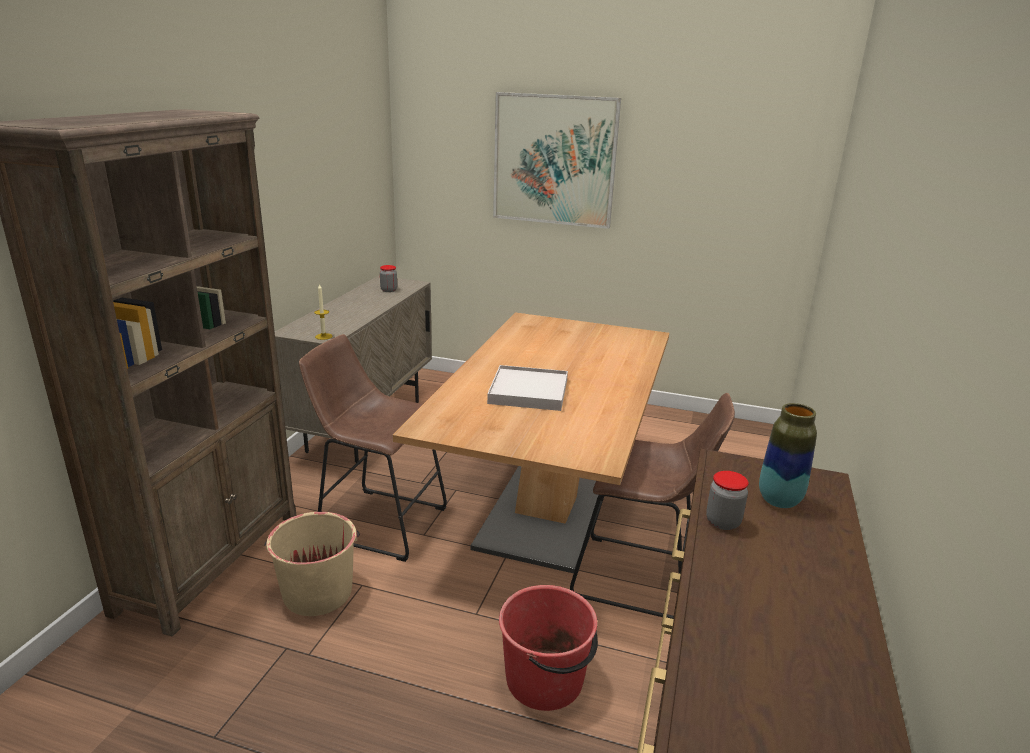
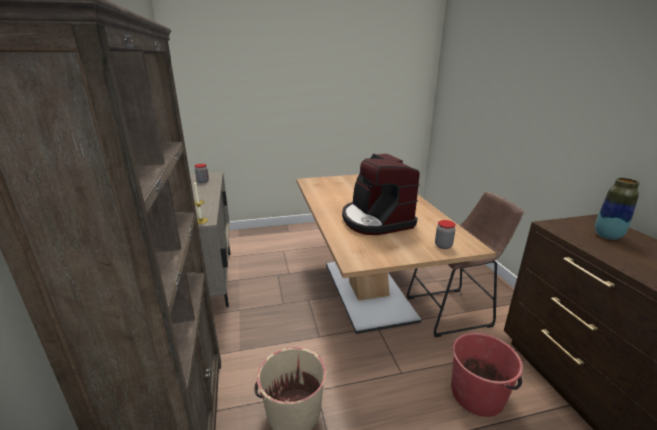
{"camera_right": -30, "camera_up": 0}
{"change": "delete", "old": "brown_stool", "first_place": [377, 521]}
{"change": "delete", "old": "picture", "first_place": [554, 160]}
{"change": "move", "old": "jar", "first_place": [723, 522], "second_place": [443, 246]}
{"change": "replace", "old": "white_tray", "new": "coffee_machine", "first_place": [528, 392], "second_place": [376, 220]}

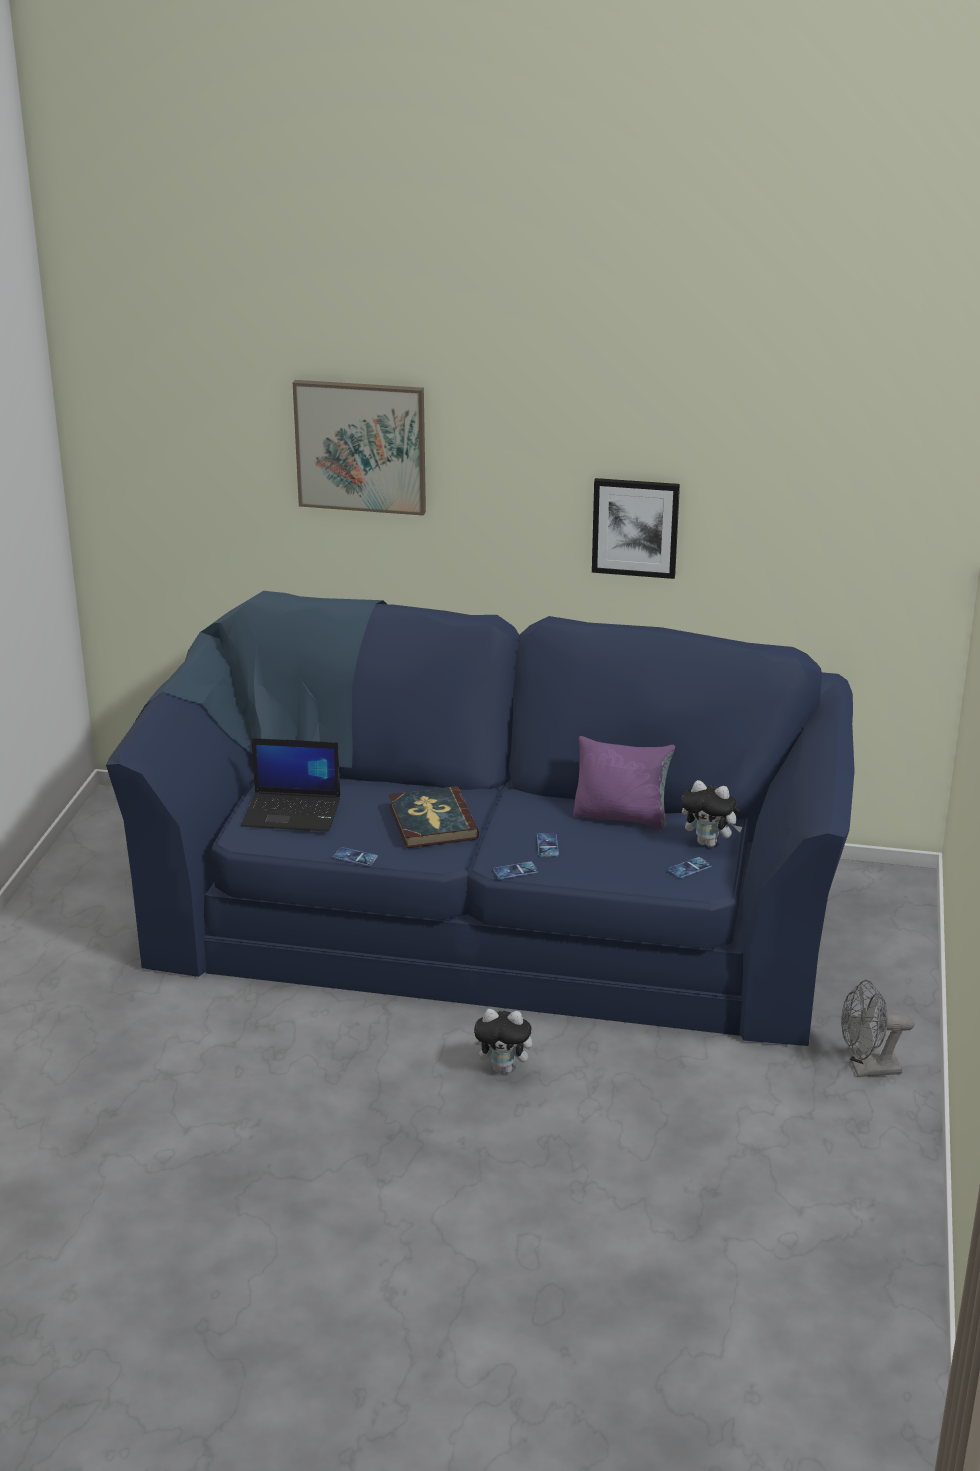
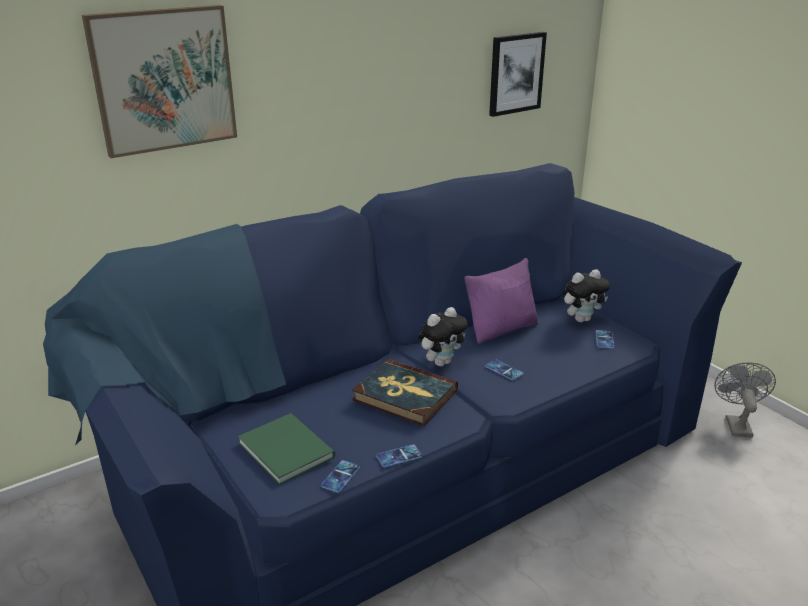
{"camera_right": -45, "camera_up": 0}
{"change": "move", "old": "plush_toy", "first_place": [505, 1068], "second_place": [441, 362]}
{"change": "move", "old": "phone", "first_place": [515, 871], "second_place": [340, 476]}
{"change": "move", "old": "picture", "first_place": [635, 527], "second_place": [516, 73]}
{"change": "replace", "old": "laptop", "new": "green_book", "first_place": [293, 812], "second_place": [286, 447]}
{"change": "rotate", "old": "grey_fan", "first_place": [867, 1069], "second_place": [736, 424], "degrees": 150}

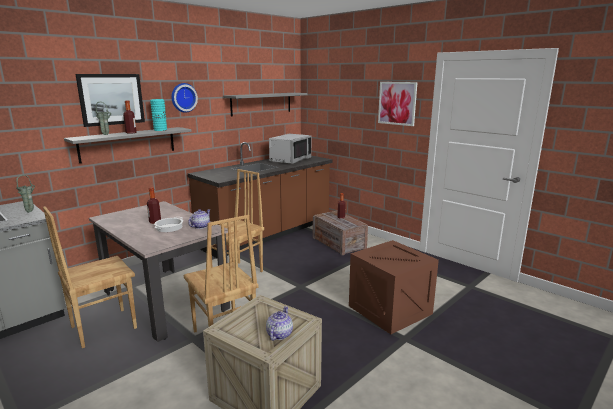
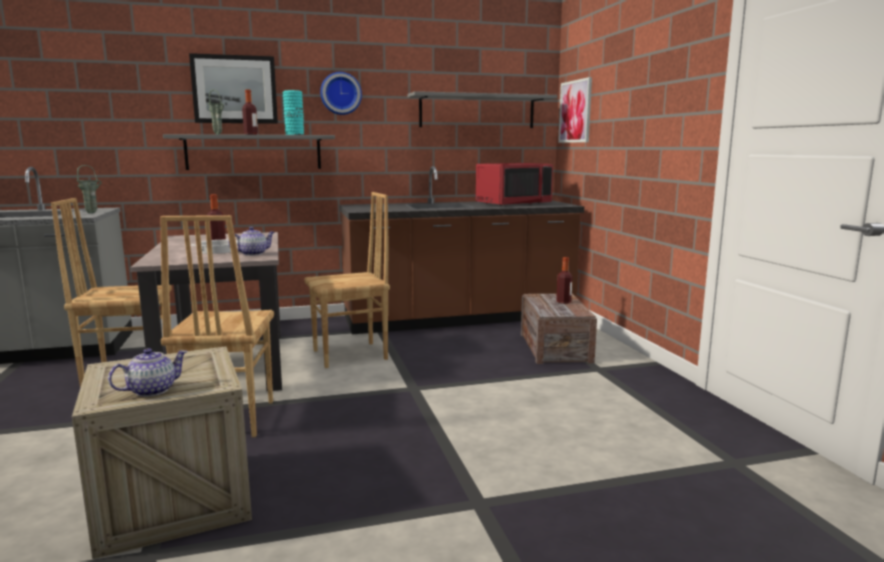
{"camera_right": 30, "camera_up": -5}
{"change": "delete", "old": "crate", "first_place": [390, 310]}
{"change": "move", "old": "picture", "first_place": [397, 103], "second_place": [575, 111]}
{"change": "recolor", "old": "grey_microwave", "new": "red_microwave", "first_place": [290, 160], "second_place": [512, 203]}

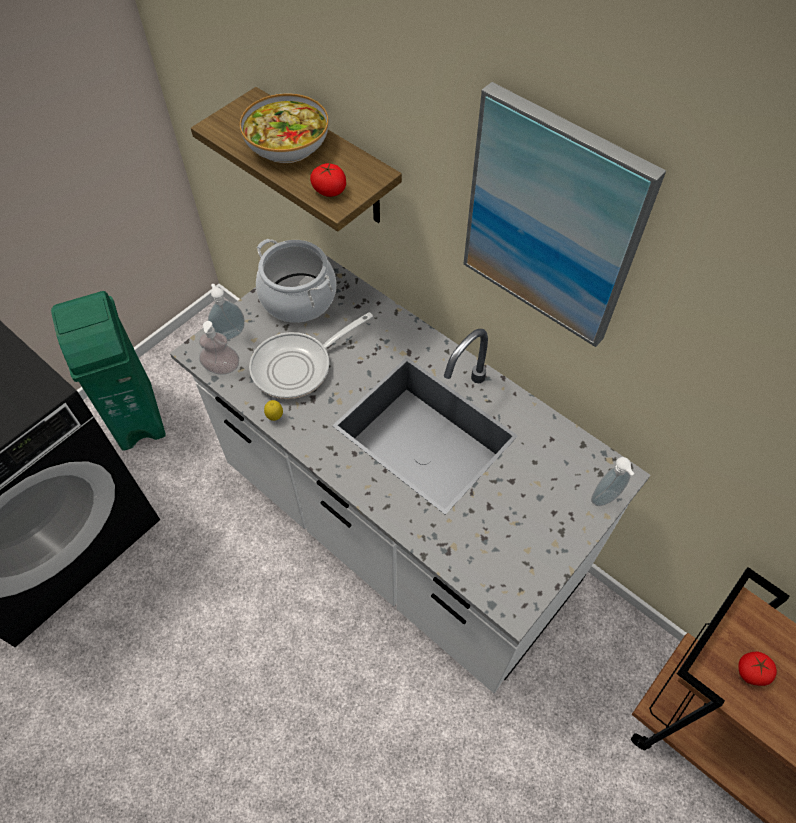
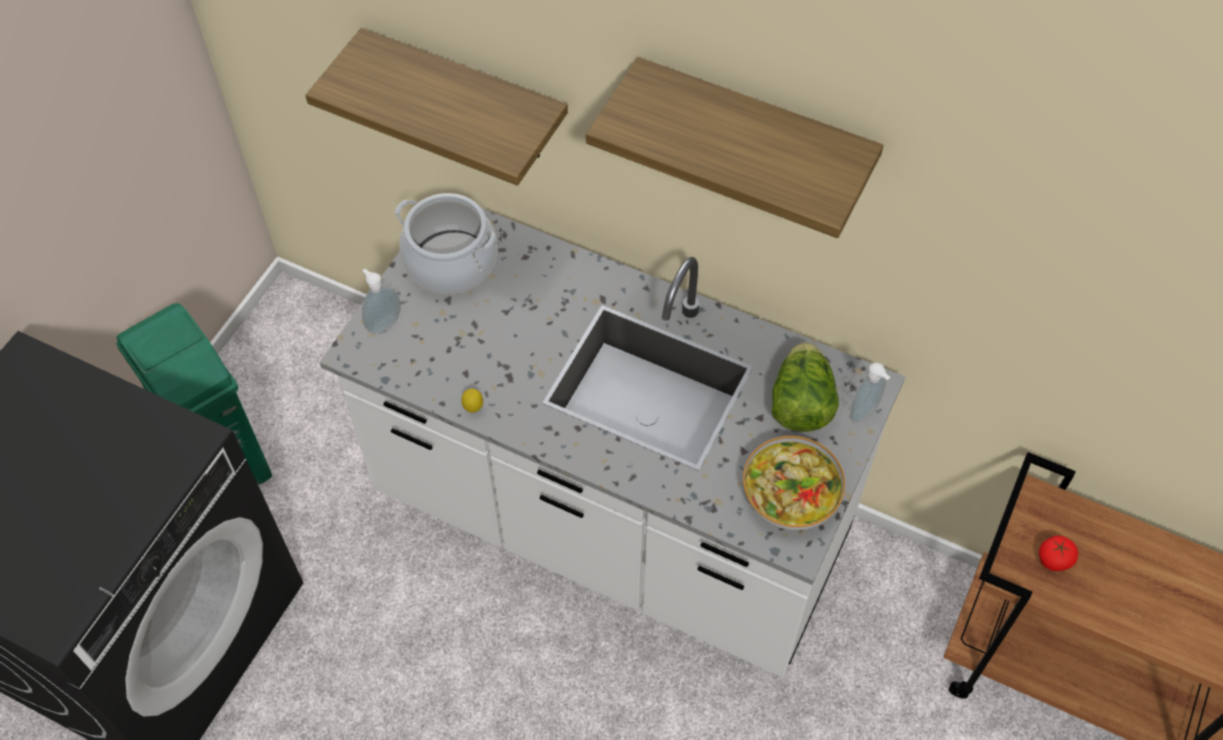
{"camera_right": -15, "camera_up": 0}
{"change": "delete", "old": "soap_dispenser", "first_place": [222, 367]}
{"change": "delete", "old": "frying_pan", "first_place": [298, 367]}
{"change": "delete", "old": "tomato", "first_place": [329, 190]}
{"change": "insert", "new": "lettuce", "second_place": [800, 403]}
{"change": "move", "old": "bowl", "first_place": [287, 144], "second_place": [790, 495]}
{"change": "replace", "old": "picture", "new": "shelf", "first_place": [552, 221], "second_place": [753, 135]}

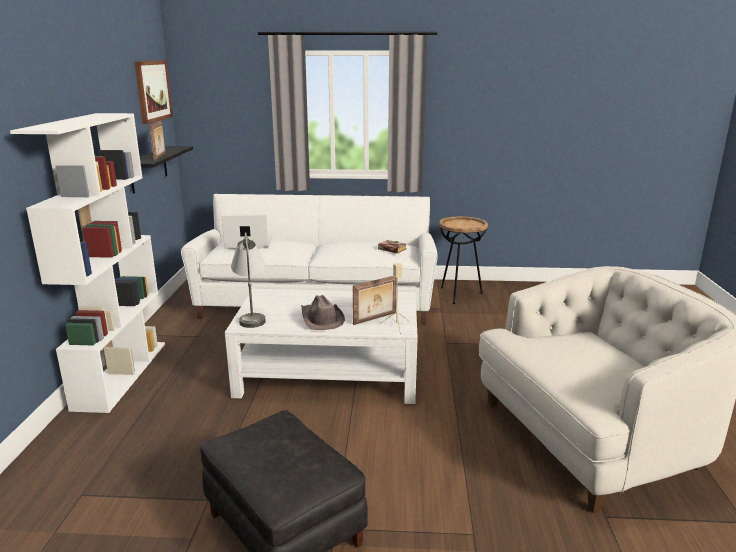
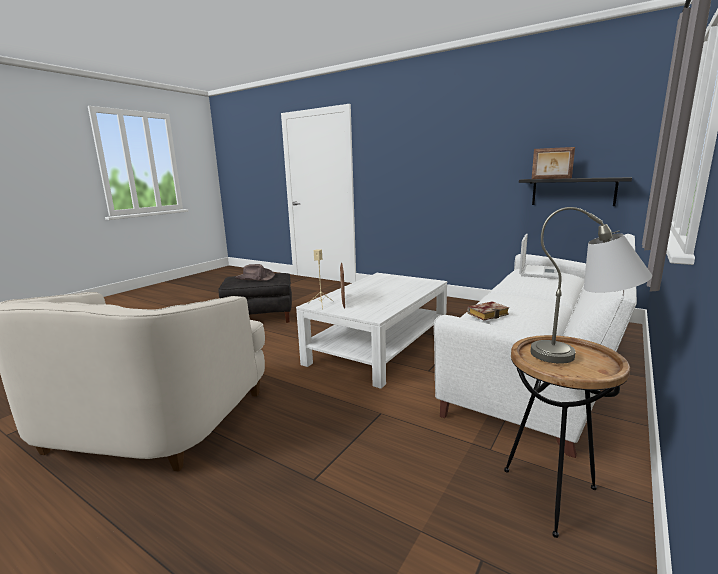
{"camera_right": 120, "camera_up": -5}
{"change": "delete", "old": "white_bookcase", "first_place": [121, 374]}
{"change": "delete", "old": "picture", "first_place": [153, 91]}
{"change": "move", "old": "grey_table_lamp", "first_place": [252, 314], "second_place": [583, 357]}
{"change": "move", "old": "brown_hat", "first_place": [321, 319], "second_place": [254, 278]}

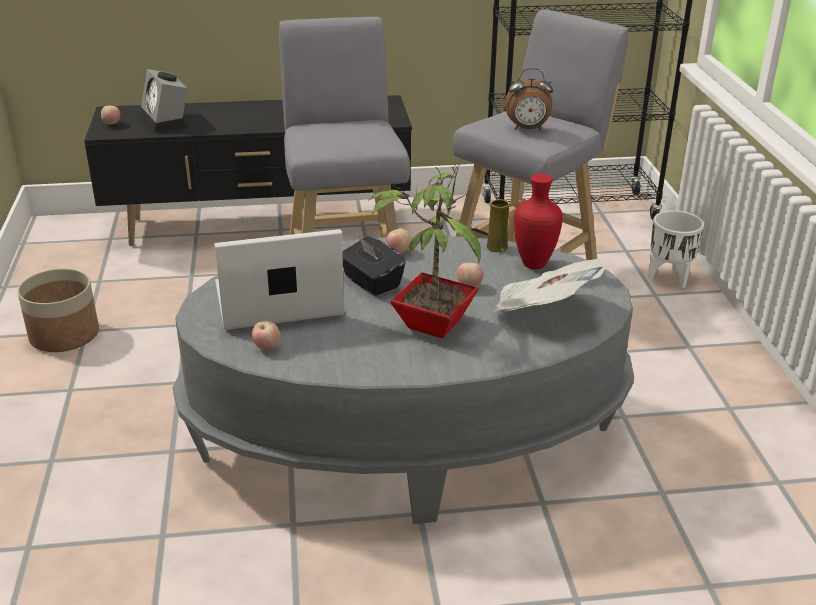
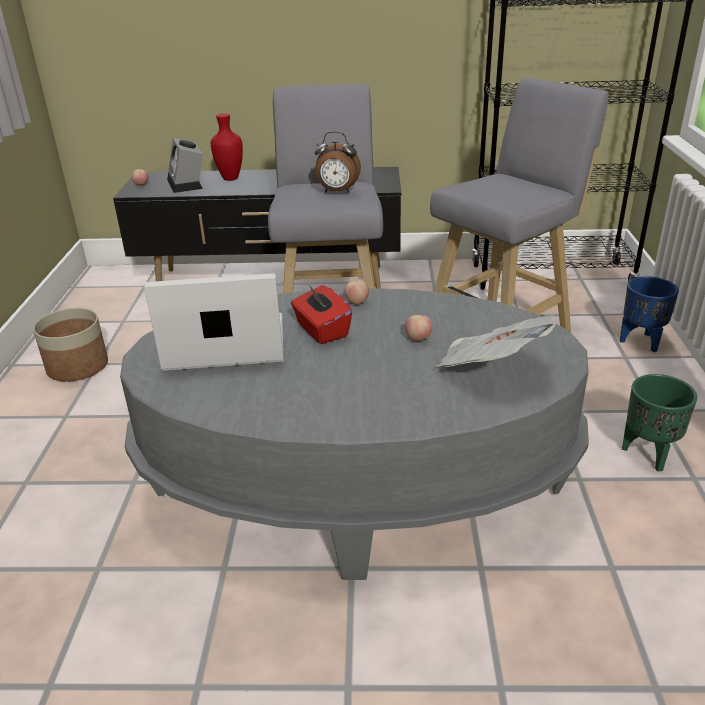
{"camera_right": 10, "camera_up": 0}
{"change": "delete", "old": "apple", "first_place": [267, 348]}
{"change": "delete", "old": "potted_plant", "first_place": [430, 324]}
{"change": "delete", "old": "yellow_vase", "first_place": [497, 247]}
{"change": "insert", "new": "green_planter", "second_place": [649, 454]}
{"change": "move", "old": "alarm_clock", "first_place": [527, 129], "second_place": [337, 192]}
{"change": "move", "old": "red_vase", "first_place": [532, 264], "second_place": [230, 178]}
{"change": "recolor", "old": "black_tissue_box", "new": "red_tissue_box", "first_place": [371, 282], "second_place": [321, 331]}
{"change": "recolor", "old": "white_planter", "new": "blue_planter", "first_place": [669, 278], "second_place": [641, 342]}

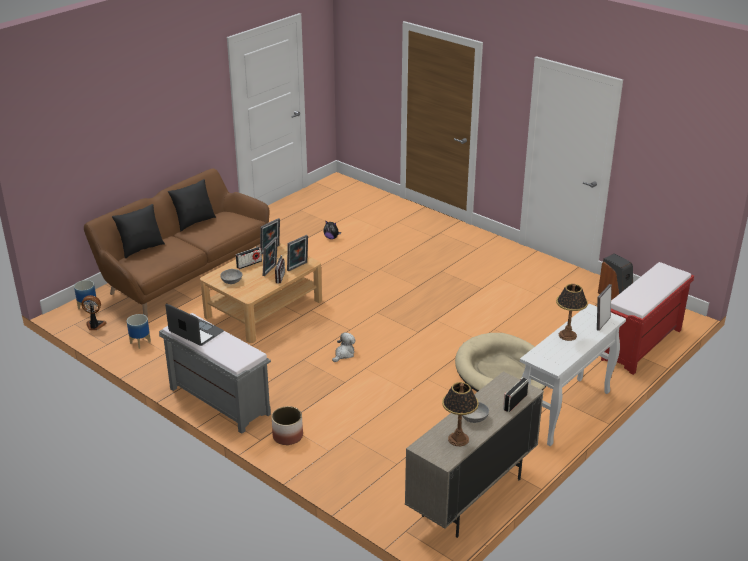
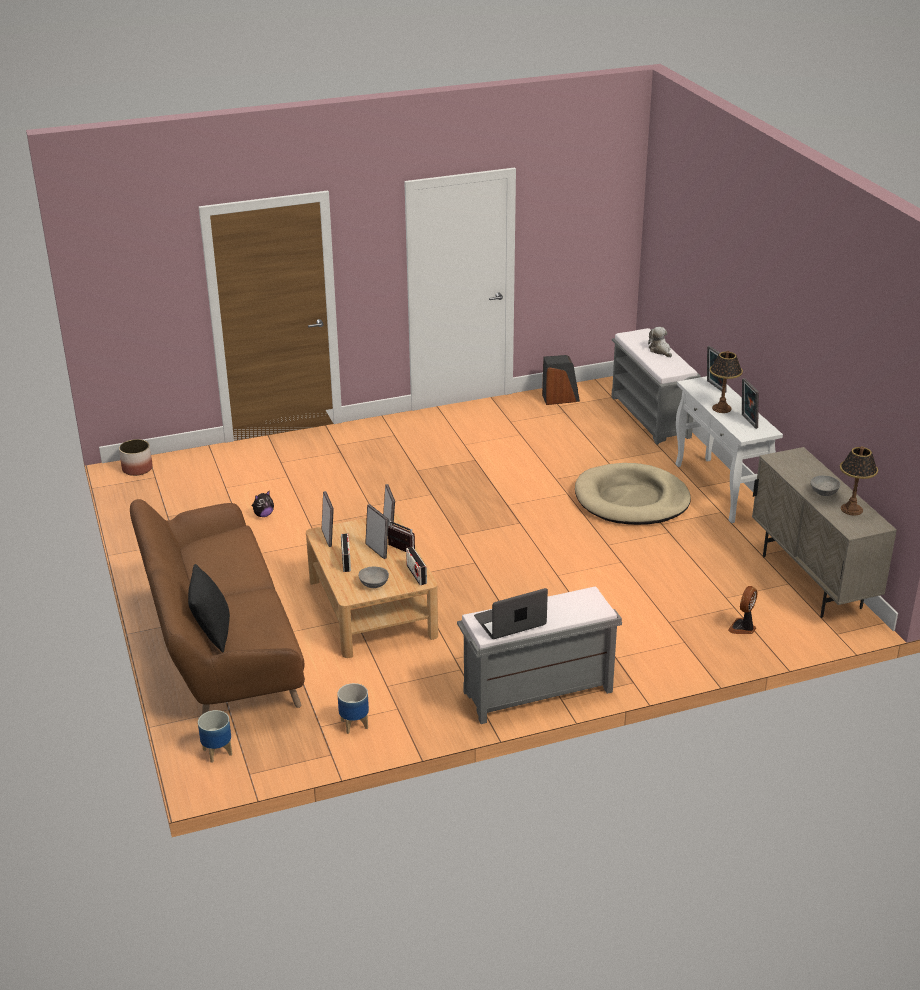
{"camera_right": -60, "camera_up": 0}
{"change": "delete", "old": "black_pillow", "first_place": [194, 222]}
{"change": "insert", "new": "picture_frame", "second_place": [747, 421]}
{"change": "move", "old": "fan", "first_place": [95, 326], "second_place": [743, 628]}
{"change": "move", "old": "planter", "first_place": [288, 436], "second_place": [137, 469]}
{"change": "move", "old": "plush_toy", "first_place": [344, 354], "second_place": [660, 350]}
{"change": "move", "old": "radio", "first_place": [515, 402], "second_place": [416, 574]}
{"change": "recolor", "old": "red_bench", "new": "grey_bench", "first_place": [641, 345], "second_place": [651, 417]}

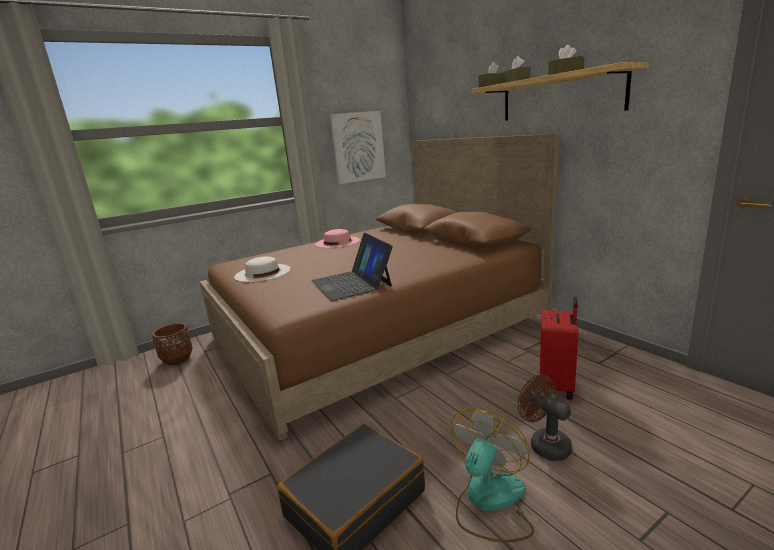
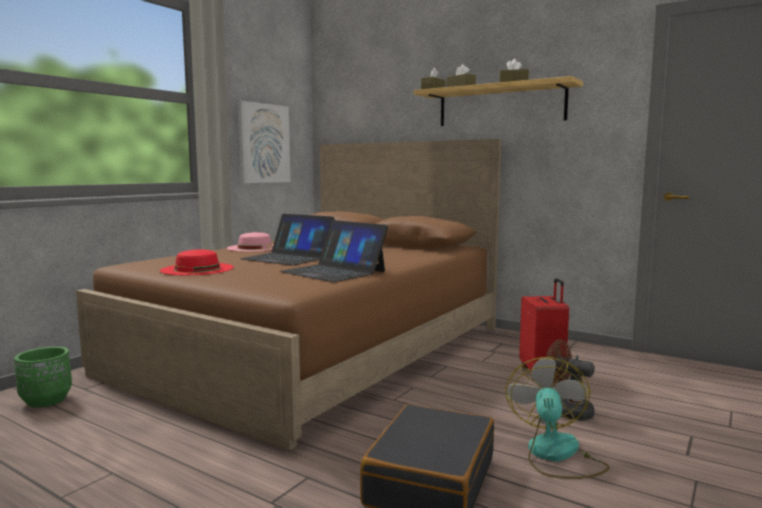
{"camera_right": -25, "camera_up": -10}
{"change": "insert", "new": "laptop", "second_place": [288, 258]}
{"change": "recolor", "old": "brown_planter", "new": "green_planter", "first_place": [177, 359], "second_place": [46, 400]}
{"change": "recolor", "old": "white_hat", "new": "red_hat", "first_place": [262, 273], "second_place": [197, 269]}

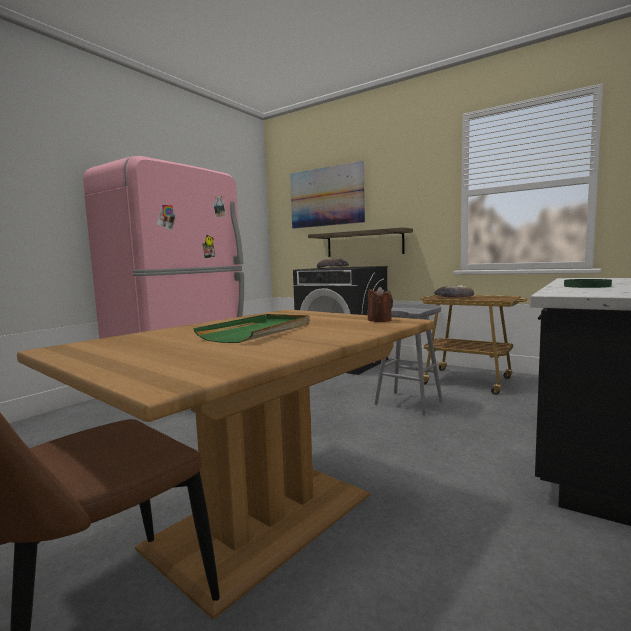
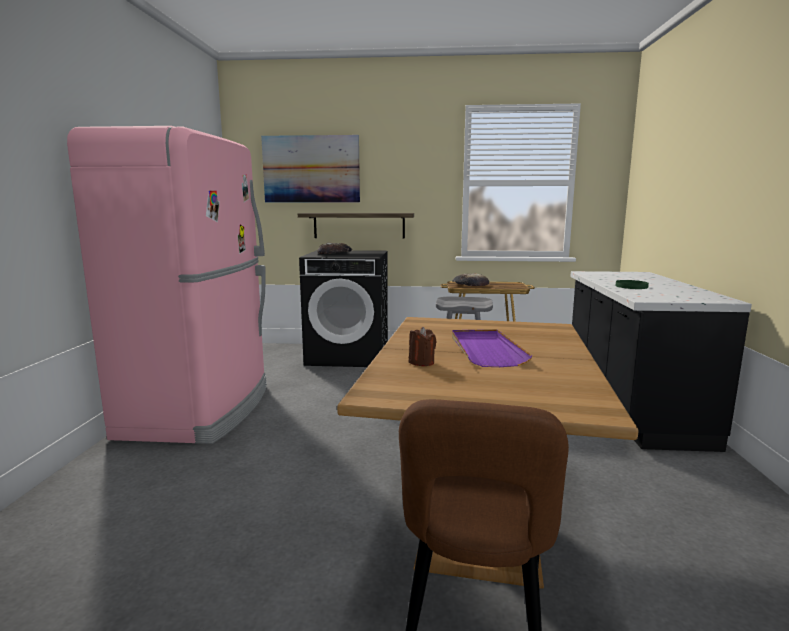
{"camera_right": -30, "camera_up": 5}
{"change": "move", "old": "brown_candle", "first_place": [379, 320], "second_place": [421, 362]}
{"change": "recolor", "old": "green_tray", "new": "purple_tray", "first_place": [259, 331], "second_place": [485, 350]}

